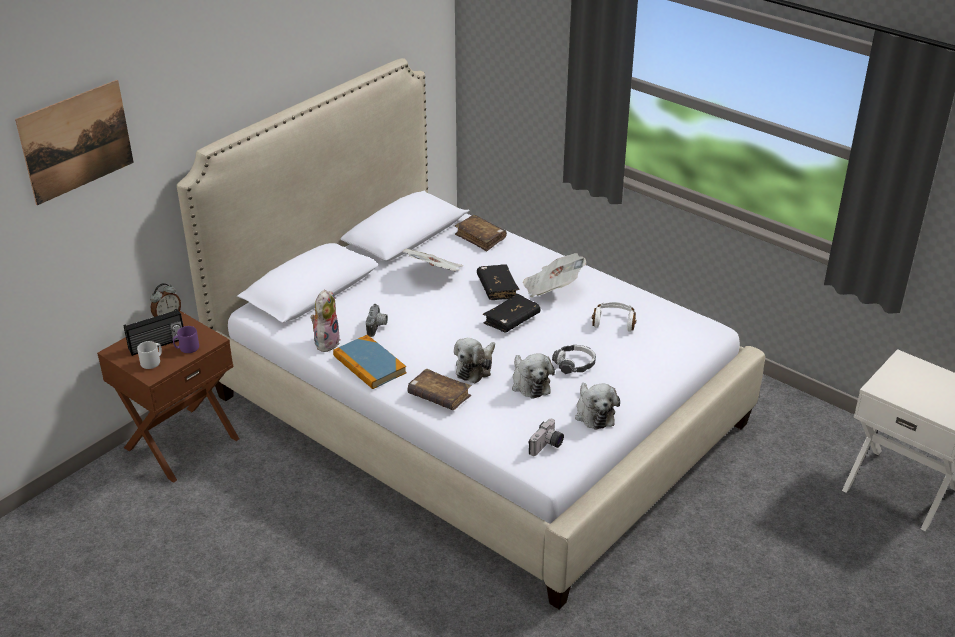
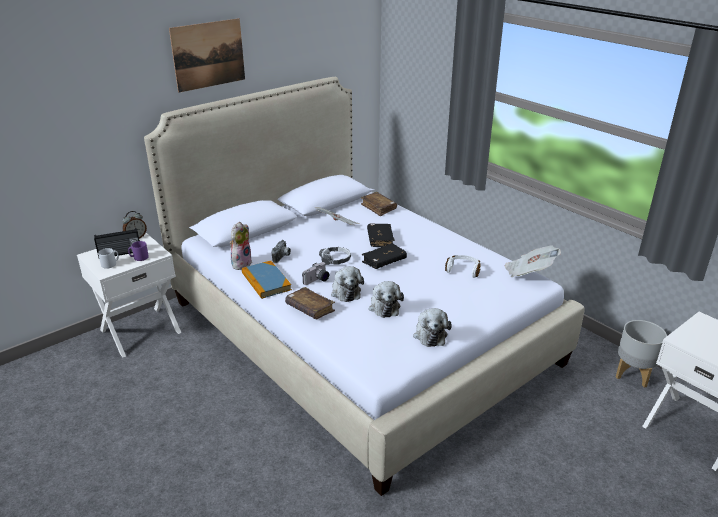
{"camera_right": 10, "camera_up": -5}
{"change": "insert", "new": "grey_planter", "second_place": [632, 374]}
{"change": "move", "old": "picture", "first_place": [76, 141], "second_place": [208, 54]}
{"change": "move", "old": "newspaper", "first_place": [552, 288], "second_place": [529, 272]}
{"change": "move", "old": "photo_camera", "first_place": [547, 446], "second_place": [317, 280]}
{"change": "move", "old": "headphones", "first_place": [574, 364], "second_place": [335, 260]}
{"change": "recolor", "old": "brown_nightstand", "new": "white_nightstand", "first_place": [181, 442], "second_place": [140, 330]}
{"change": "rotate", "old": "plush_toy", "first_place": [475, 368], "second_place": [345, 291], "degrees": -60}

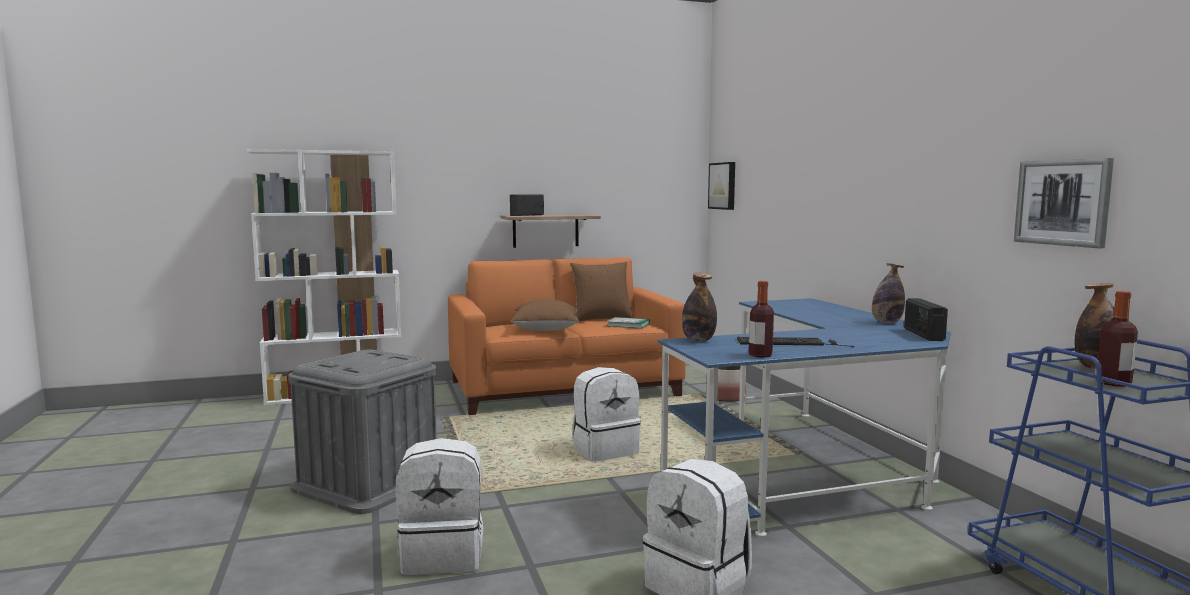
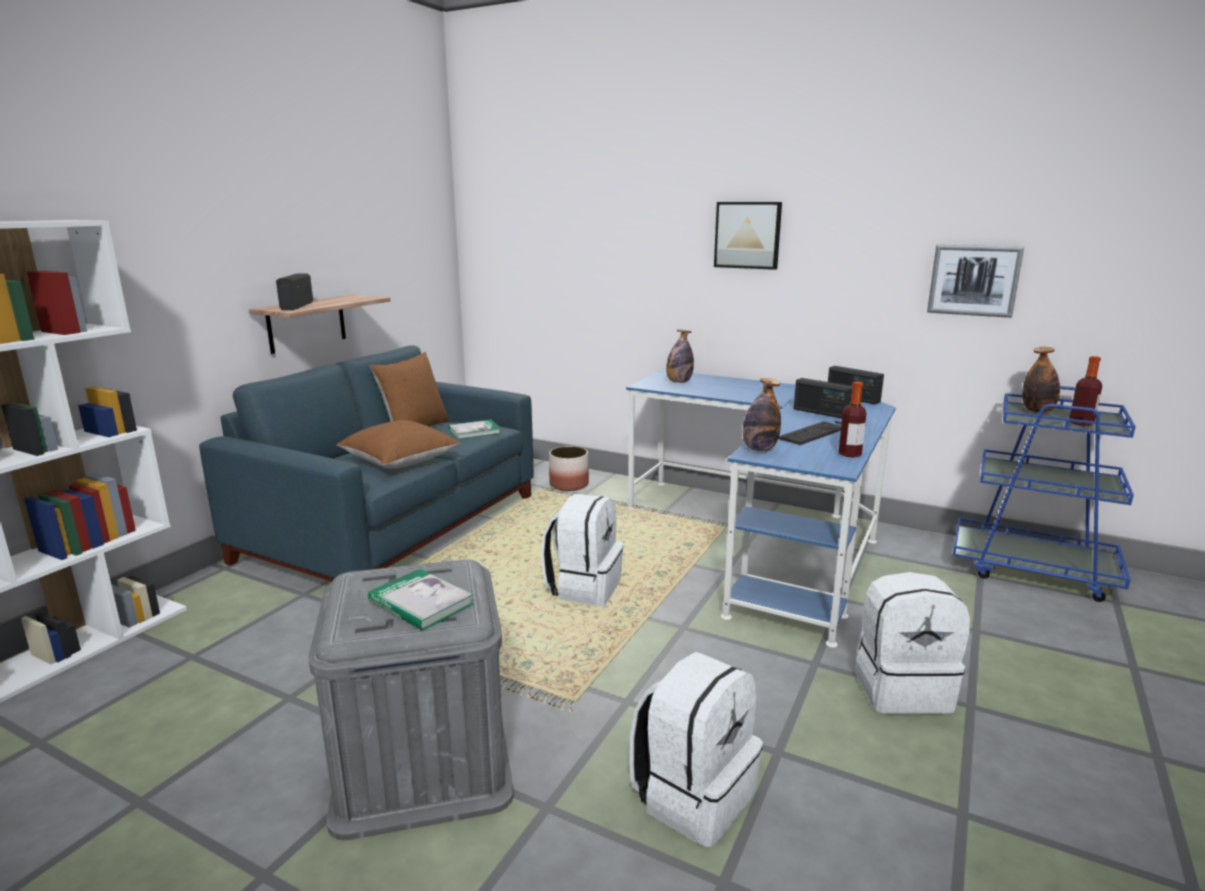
{"camera_right": -45, "camera_up": 10}
{"change": "insert", "new": "book", "second_place": [421, 603]}
{"change": "insert", "new": "radio", "second_place": [821, 413]}
{"change": "move", "old": "picture", "first_place": [723, 186], "second_place": [748, 235]}
{"change": "move", "old": "bottle", "first_place": [886, 322], "second_place": [679, 382]}
{"change": "recolor", "old": "orange_sofa", "new": "blue_sofa", "first_place": [564, 389], "second_place": [395, 527]}

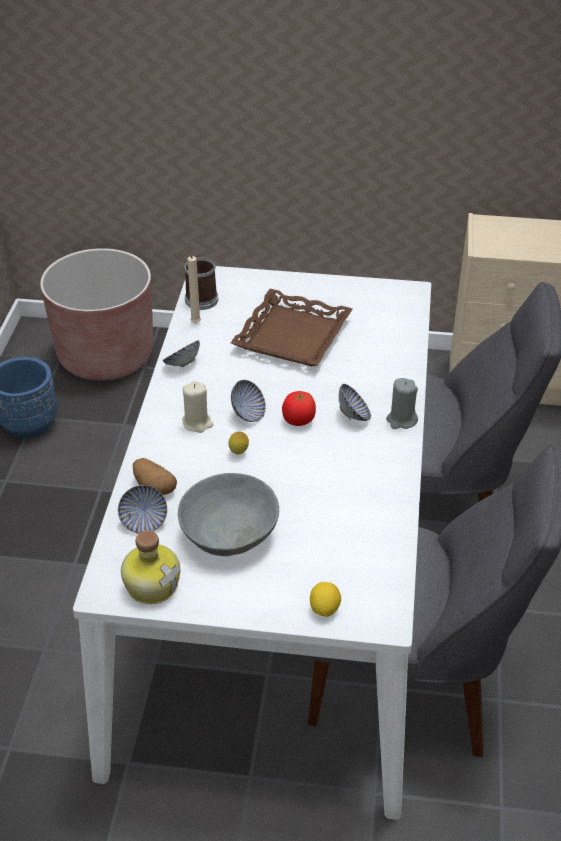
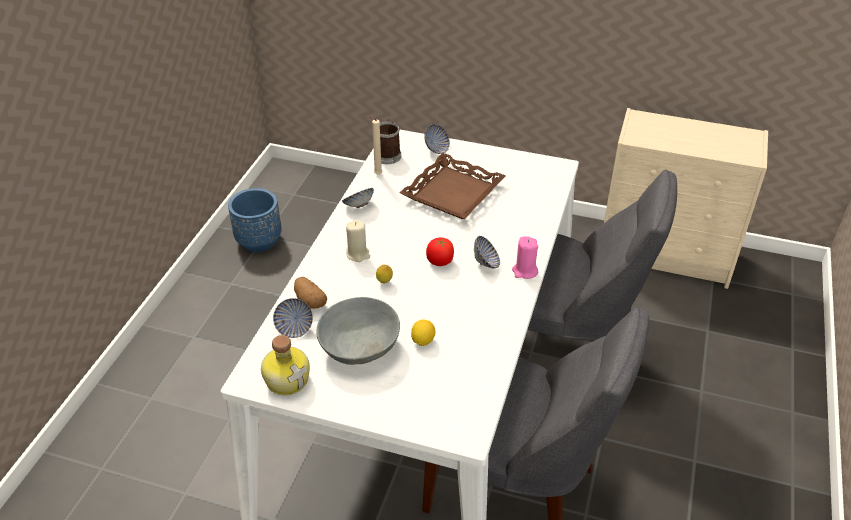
{"camera_right": 10, "camera_up": 0}
{"change": "delete", "old": "brown_planter", "first_place": [106, 356]}
{"change": "move", "old": "bowl", "first_place": [248, 414], "second_place": [436, 149]}
{"change": "move", "old": "lemon", "first_place": [324, 609], "second_place": [423, 340]}
{"change": "recolor", "old": "grey_candle", "new": "pink_candle", "first_place": [401, 420], "second_place": [524, 271]}

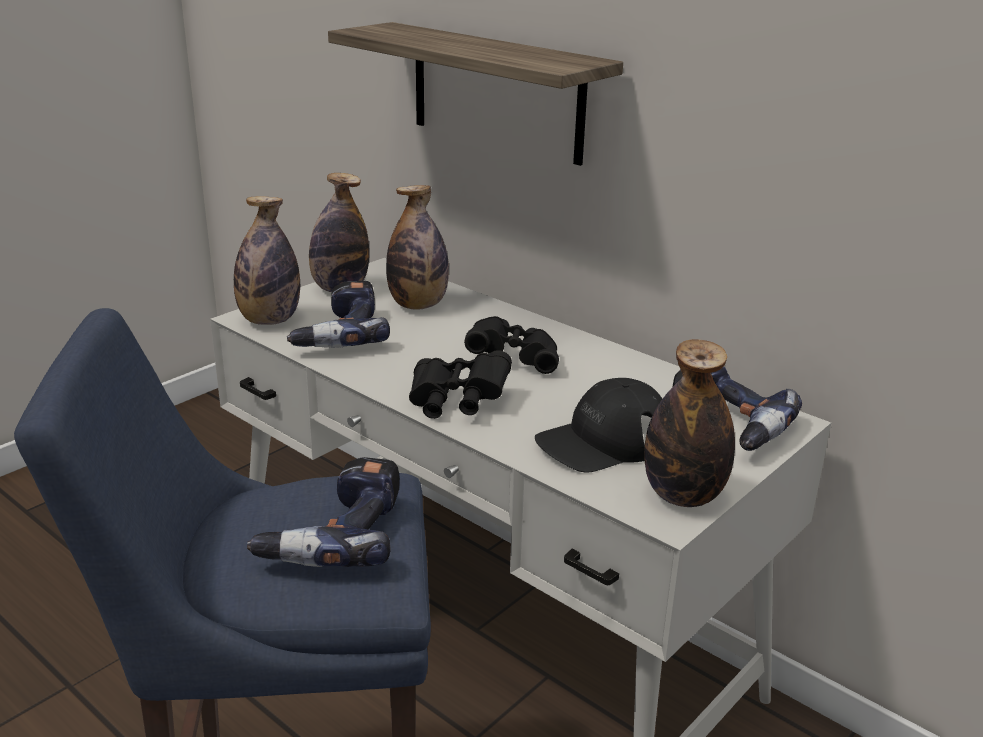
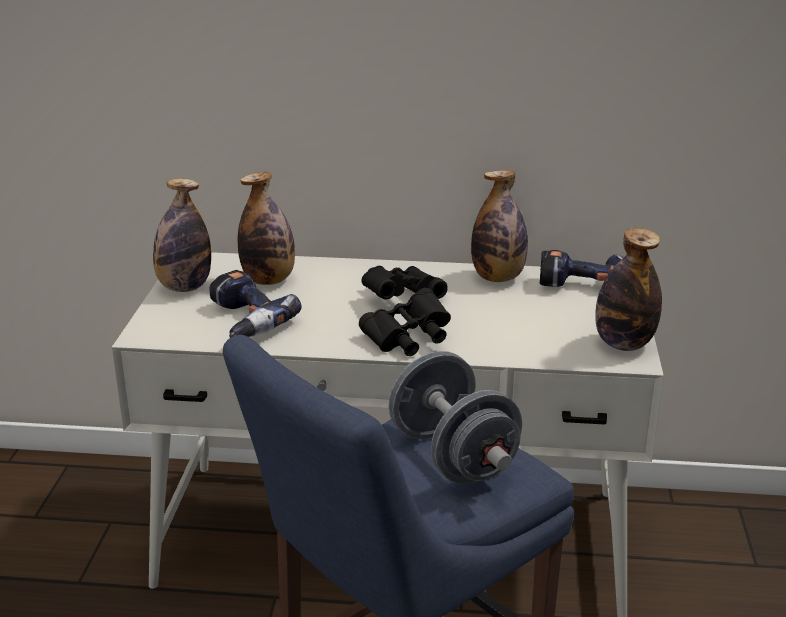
{"camera_right": -35, "camera_up": 0}
{"change": "delete", "old": "shelf", "first_place": [496, 92]}
{"change": "delete", "old": "black_cap", "first_place": [604, 441]}
{"change": "move", "old": "bottle", "first_place": [269, 320], "second_place": [498, 277]}
{"change": "replace", "old": "power_drill", "new": "grey_dumbbell", "first_place": [335, 534], "second_place": [453, 456]}

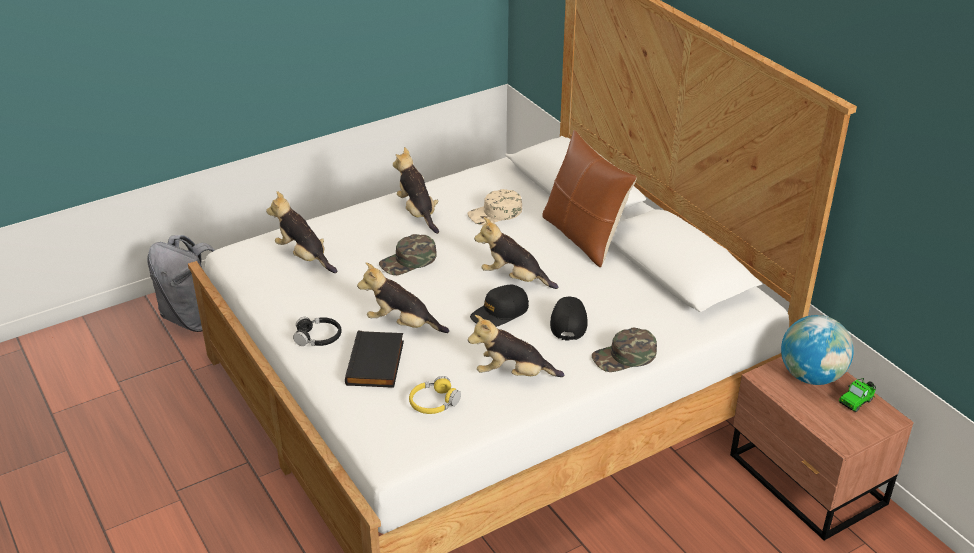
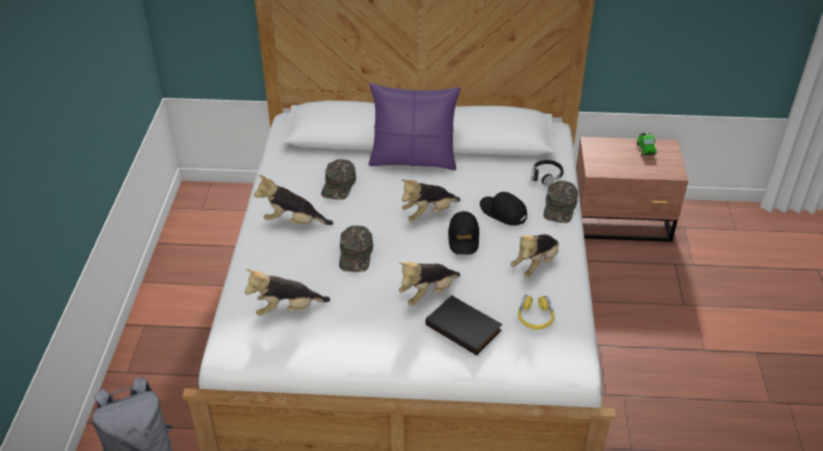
{"camera_right": -55, "camera_up": 5}
{"change": "delete", "old": "globe", "first_place": [811, 376]}
{"change": "move", "old": "black_headphones", "first_place": [318, 337], "second_place": [546, 176]}
{"change": "recolor", "old": "beige_cap", "new": "green_cap", "first_place": [495, 213], "second_place": [339, 185]}
{"change": "recolor", "old": "brown_pillow", "new": "purple_pillow", "first_place": [583, 237], "second_place": [413, 160]}

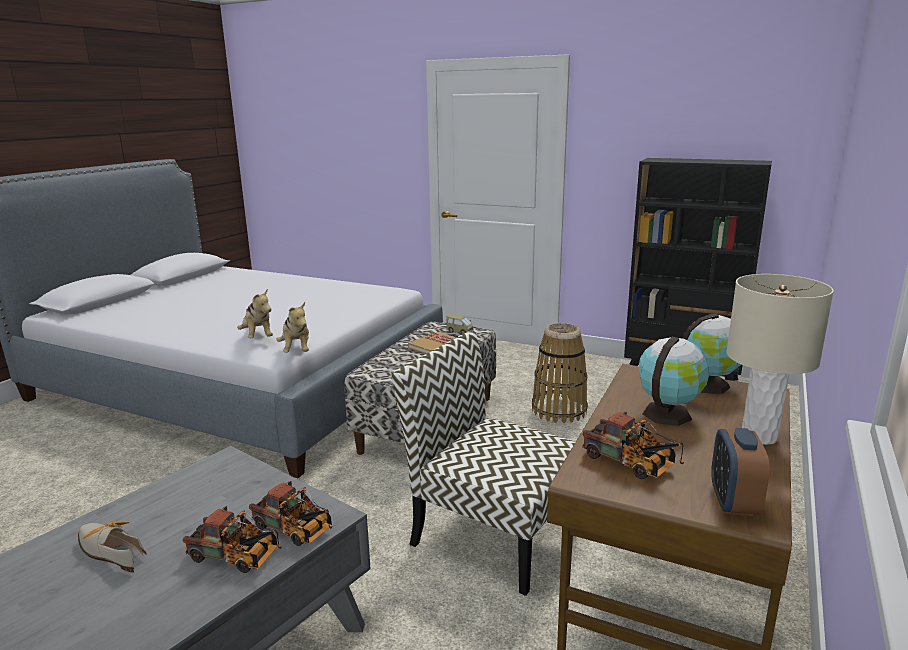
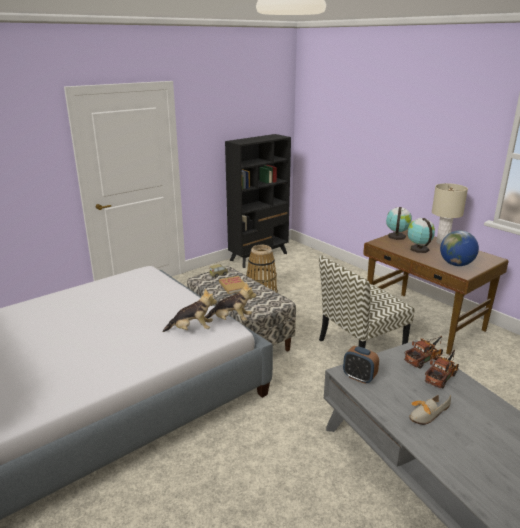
{"camera_right": -65, "camera_up": 5}
{"change": "move", "old": "alarm_clock", "first_place": [733, 502], "second_place": [359, 377]}
{"change": "replace", "old": "toy_truck", "new": "globe", "first_place": [632, 464], "second_place": [456, 264]}

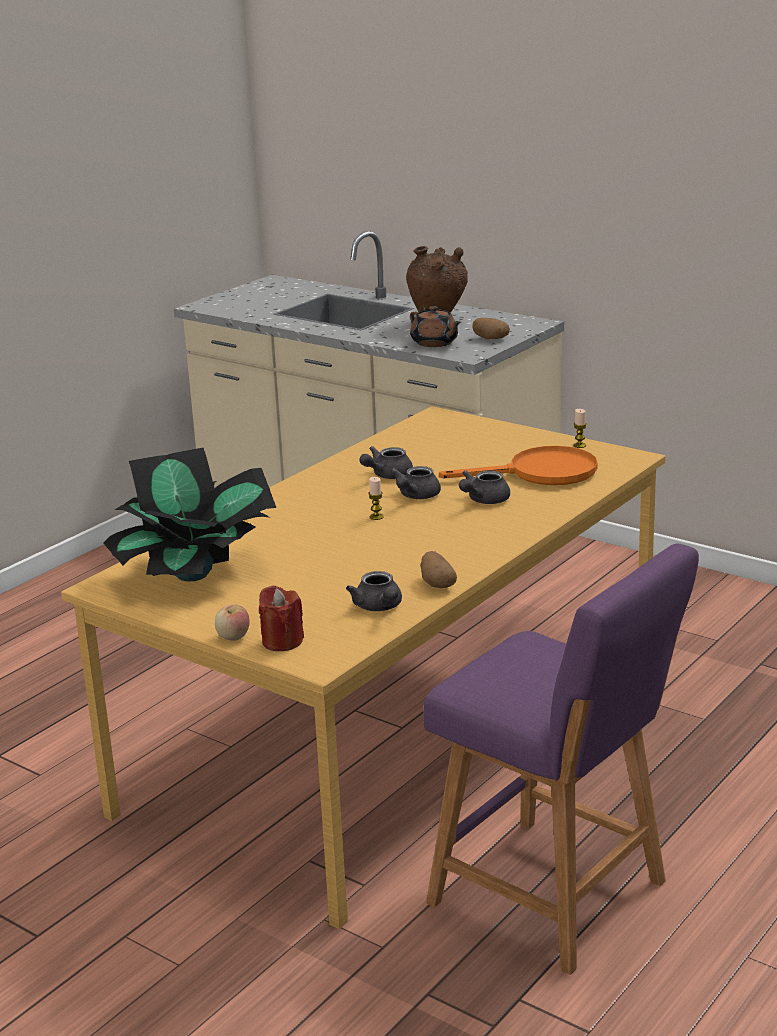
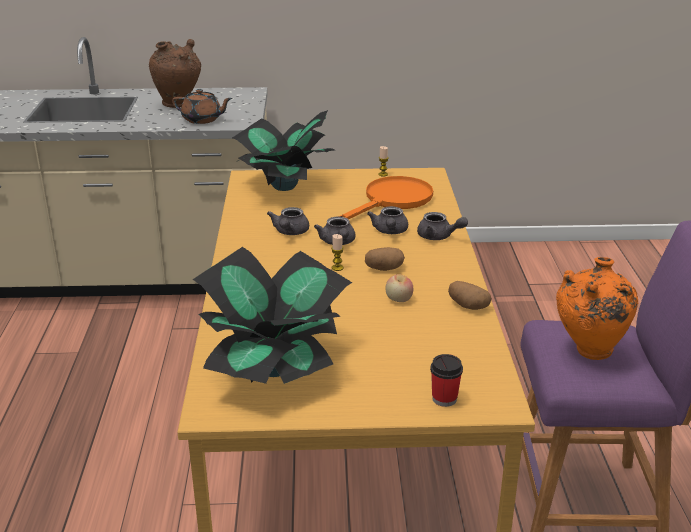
{"camera_right": -40, "camera_up": 5}
{"change": "insert", "new": "potted_plant", "second_place": [284, 187]}
{"change": "insert", "new": "orange_vase", "second_place": [588, 352]}
{"change": "move", "old": "apple", "first_place": [233, 637], "second_place": [399, 299]}
{"change": "move", "old": "grey_teapot", "first_place": [379, 607], "second_place": [438, 237]}
{"change": "move", "old": "potato", "first_place": [490, 338], "second_place": [384, 268]}
{"change": "replace", "old": "red_candle", "new": "cup", "first_place": [282, 641], "second_place": [444, 399]}

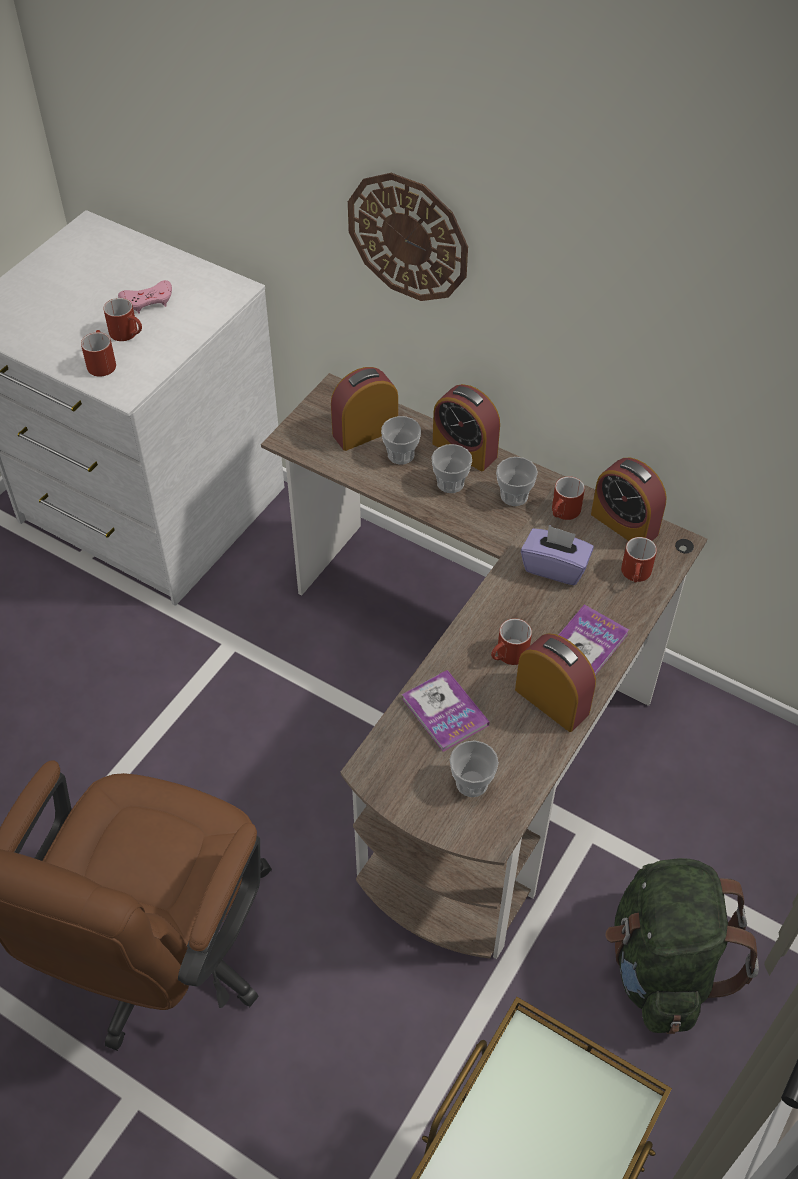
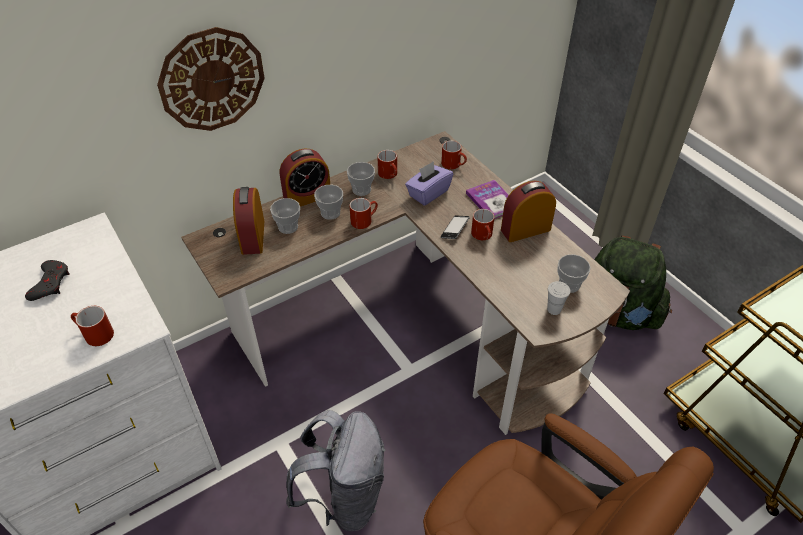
{"camera_right": -65, "camera_up": -5}
{"change": "delete", "old": "book", "first_place": [445, 712]}
{"change": "delete", "old": "alarm_clock", "first_place": [624, 524]}
{"change": "insert", "new": "grey_backpack", "second_place": [345, 497]}
{"change": "insert", "new": "phone", "second_place": [455, 229]}
{"change": "insert", "new": "white_cup", "second_place": [554, 309]}
{"change": "move", "old": "red_mug", "first_place": [128, 333], "second_place": [364, 220]}
{"change": "recolor", "old": "pink_game_controller", "new": "grey_game_controller", "first_place": [148, 300], "second_place": [50, 283]}

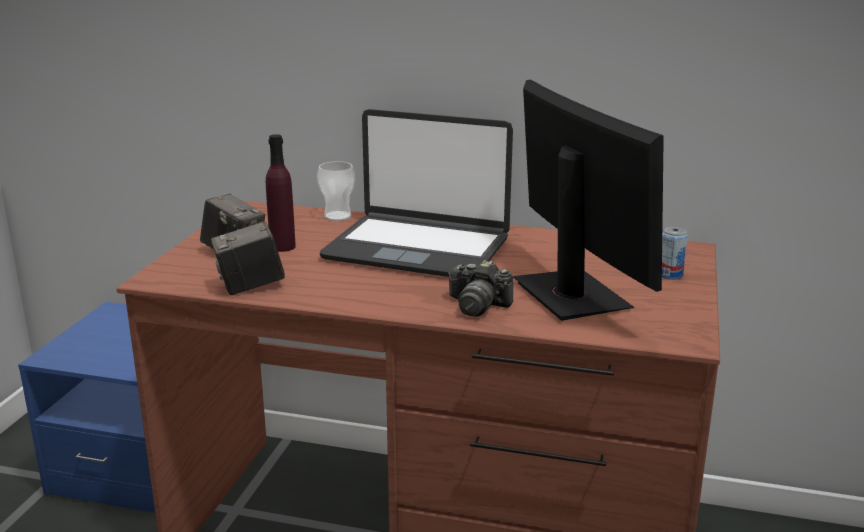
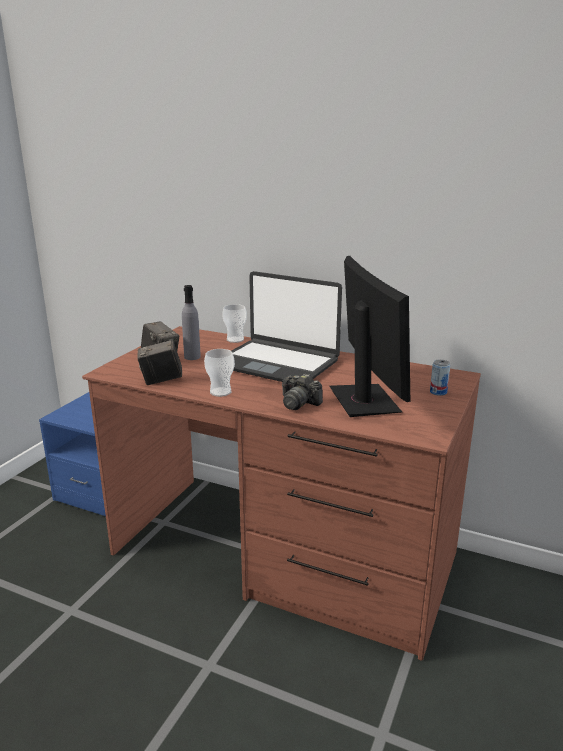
{"camera_right": 10, "camera_up": 0}
{"change": "insert", "new": "cup", "second_place": [220, 392]}
{"change": "recolor", "old": "purple_bottle", "new": "grey_bottle", "first_place": [282, 247], "second_place": [192, 357]}

